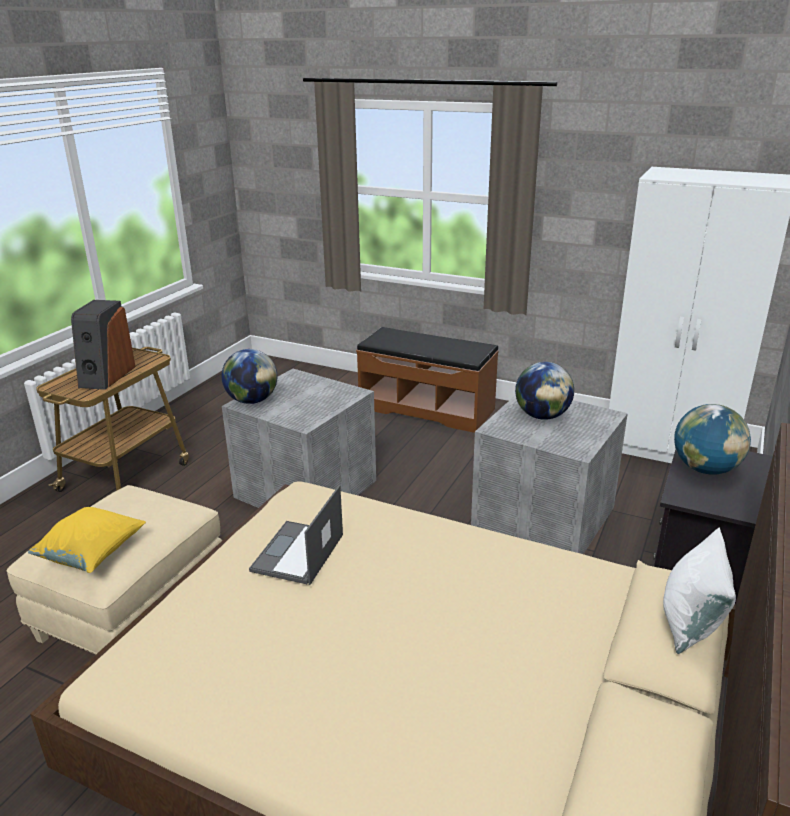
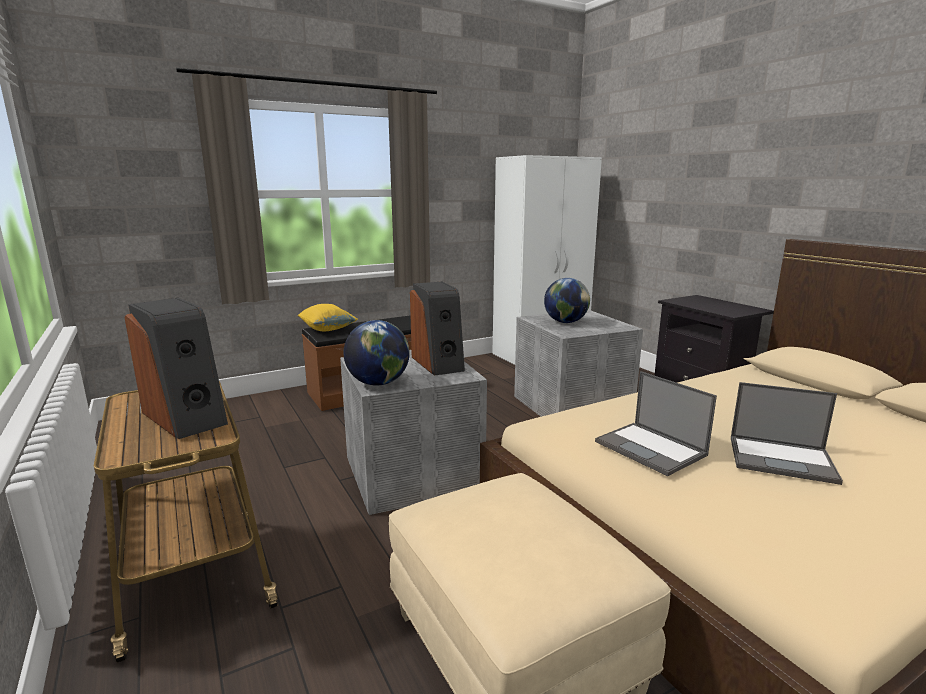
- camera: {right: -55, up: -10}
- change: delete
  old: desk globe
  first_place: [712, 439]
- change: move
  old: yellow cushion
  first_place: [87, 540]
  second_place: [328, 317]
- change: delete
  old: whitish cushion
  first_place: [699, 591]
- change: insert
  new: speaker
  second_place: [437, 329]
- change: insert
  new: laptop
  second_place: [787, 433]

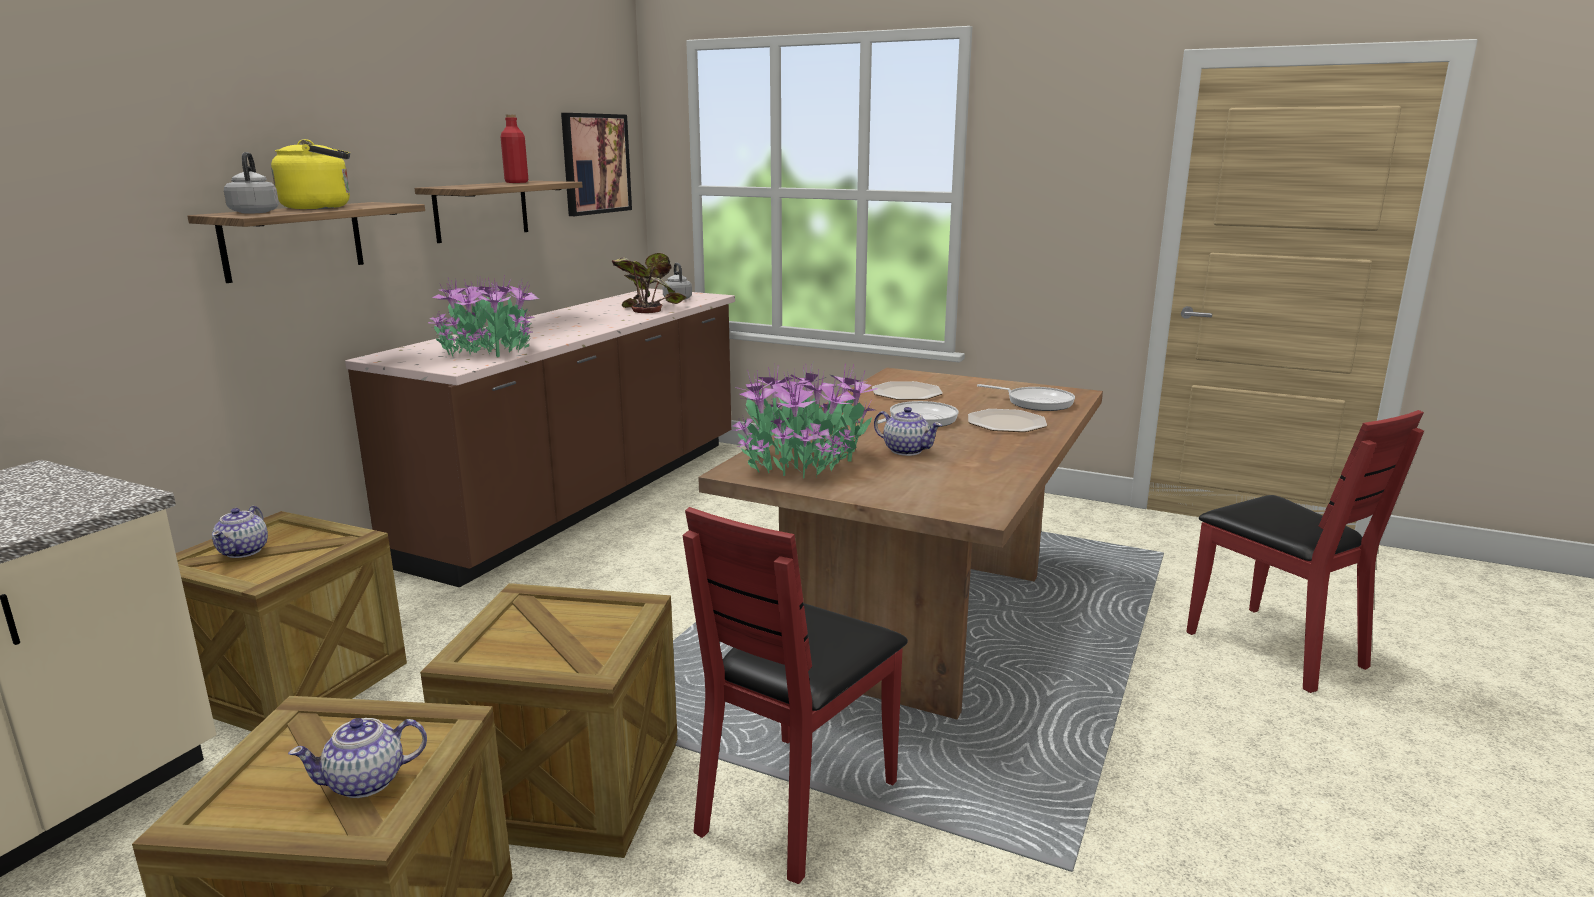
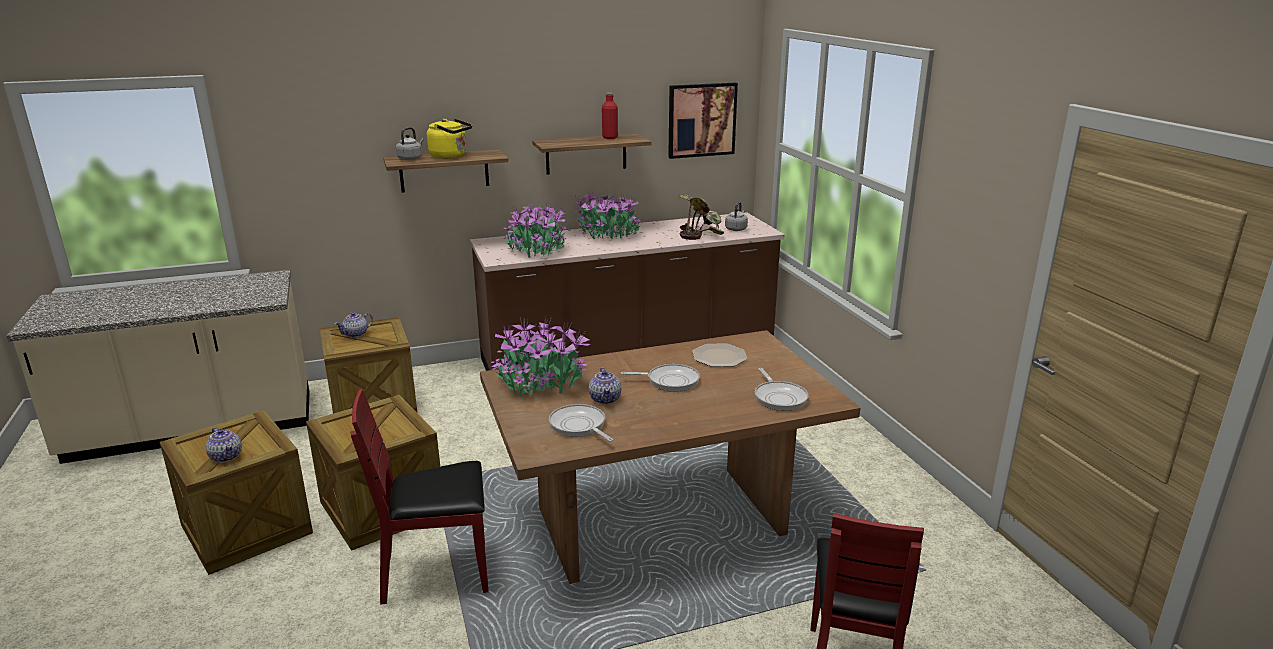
- camera: {right: 45, up: 5}
- change: delete
  old: plate
  first_place: [1007, 420]
- change: rotate
  old: teapot
  first_place: [357, 758]
  second_place: [224, 445]
  degrees: -150
- change: insert
  new: potted plant
  second_place: [607, 215]
- change: insert
  new: pan
  second_place: [581, 423]

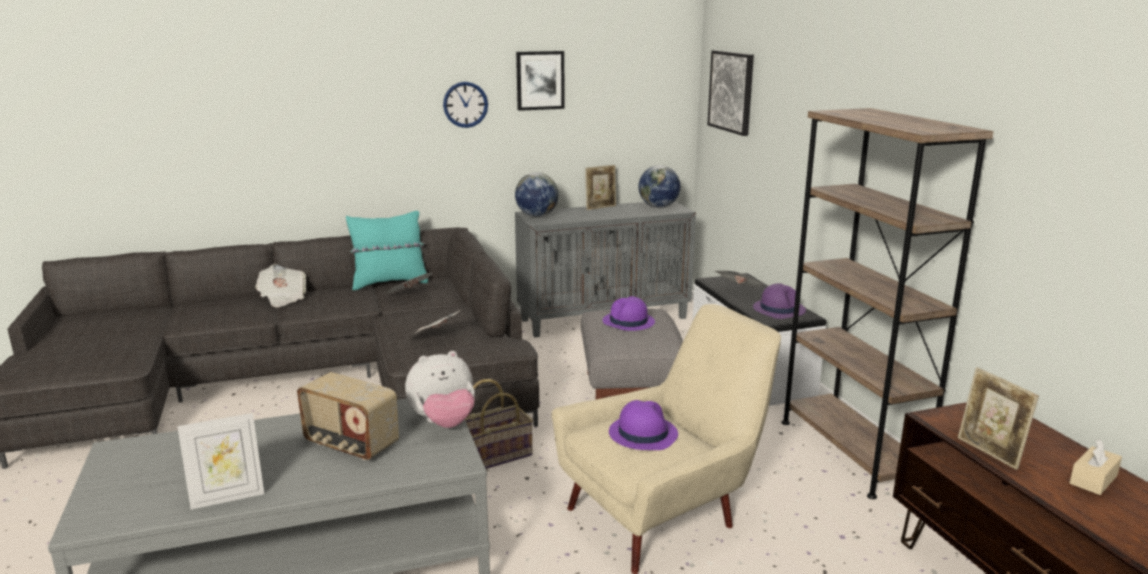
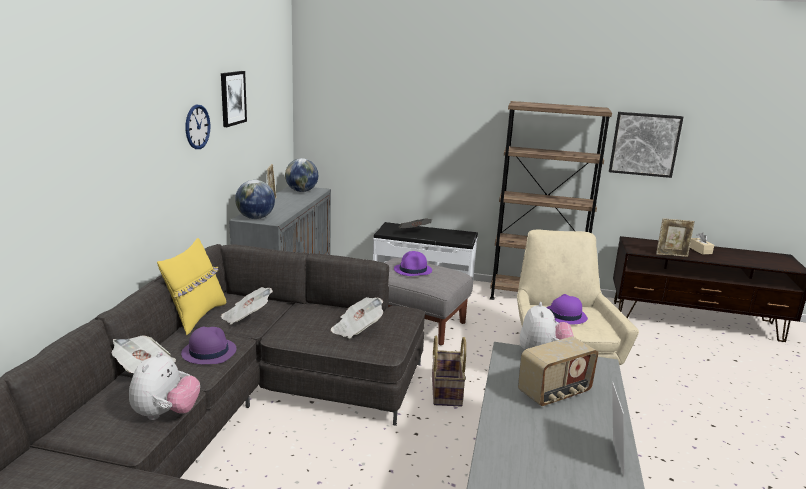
- camera: {right: -60, up: 0}
- change: move
  old: wall art
  first_place: [730, 93]
  second_place: [646, 145]
- change: recolor
  old: blue-green cushion
  new: yellow cushion
  first_place: [387, 250]
  second_place: [191, 286]
- change: move
  old: purple-coloured clothing hat
  first_place: [779, 301]
  second_place: [209, 345]
- change: insert
  new: soft toy
  second_place: [164, 385]

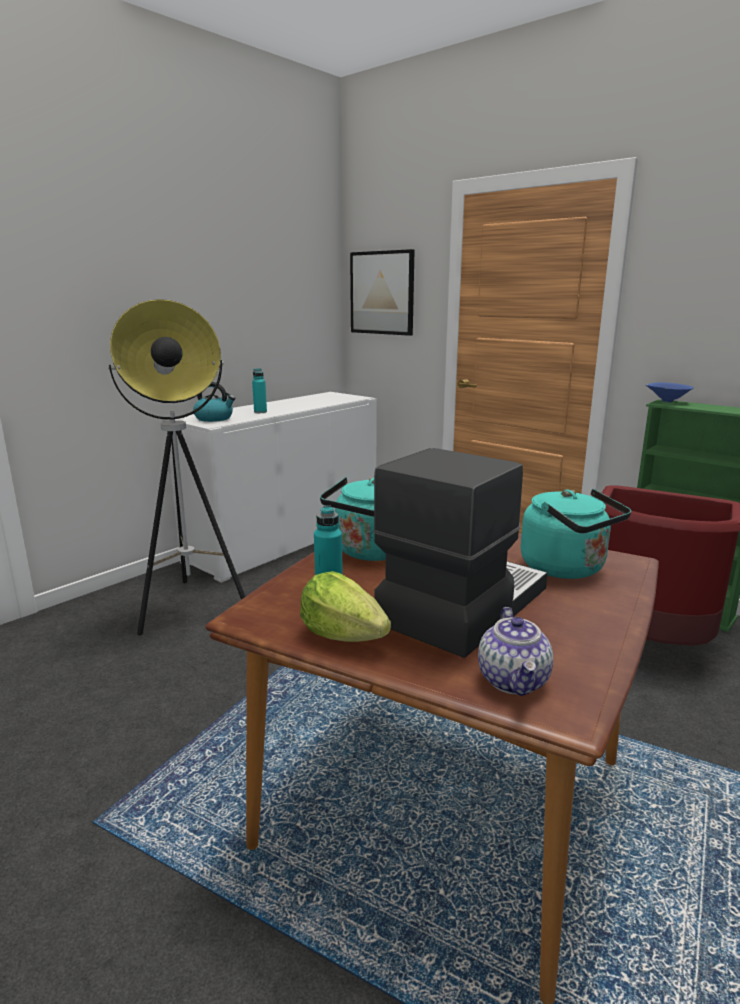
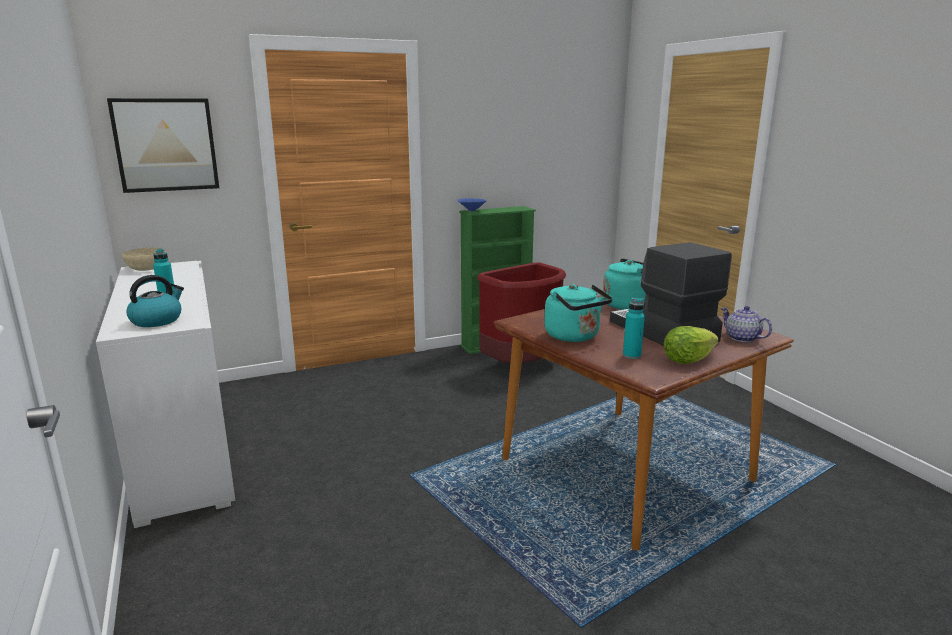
- camera: {right: -65, up: 0}
- change: delete
  old: floor lamp
  first_place: [177, 467]
- change: rotate
  old: teapot
  first_place: [515, 651]
  second_place: [746, 324]
  degrees: -150
- change: insert
  new: beige deep dish
  second_place: [143, 259]

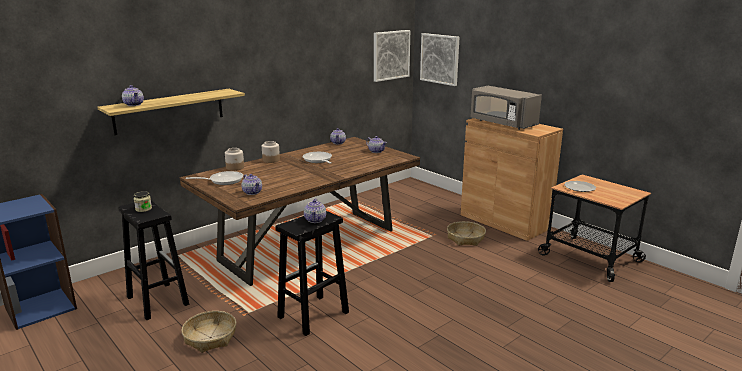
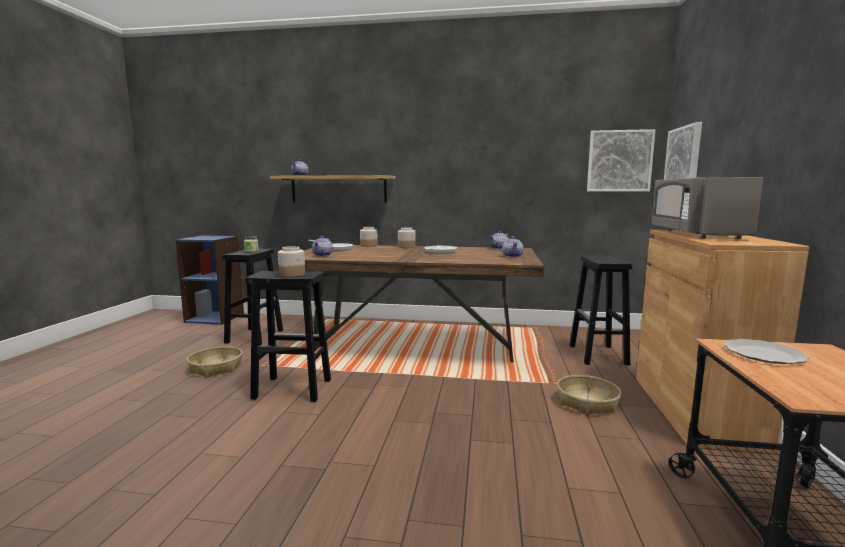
- camera: {right: 50, up: -10}
- change: replace
  old: teapot
  new: storage jar
  first_place: [315, 211]
  second_place: [291, 261]
- change: insert
  new: blackish stool
  second_place: [601, 310]

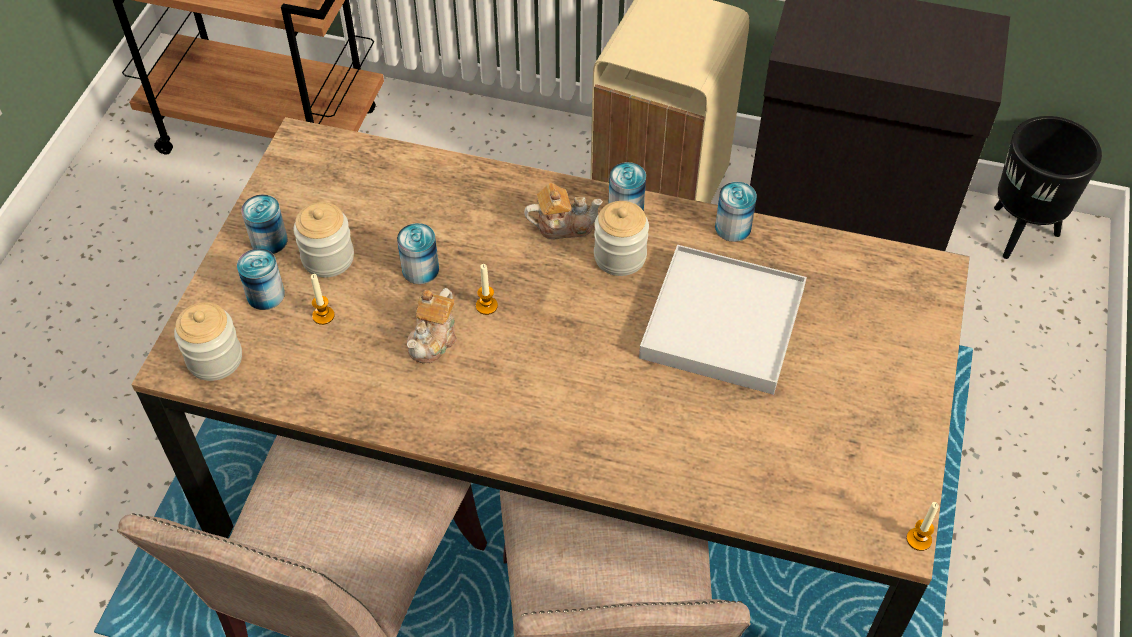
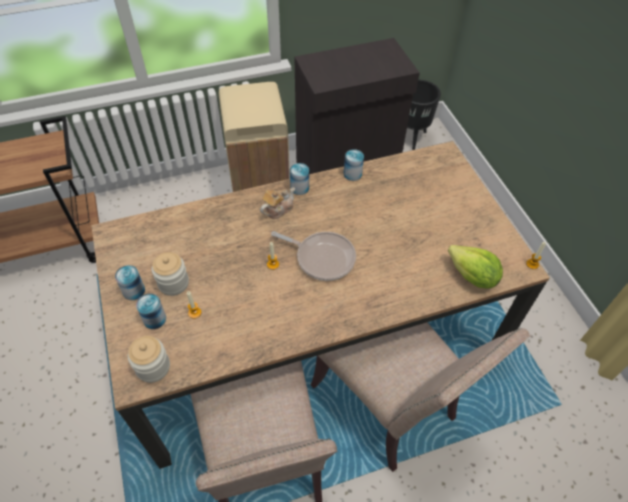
- camera: {right: -35, up: 0}
- change: delete
  old: storage jar
  first_place: [621, 238]
- change: delete
  old: sealed can
  first_place: [418, 253]
- change: delete
  old: whitish tray
  first_place: [723, 320]
- change: delete
  old: teapot
  first_place: [432, 325]
- change: insert
  new: pan
  second_place: [313, 256]
- change: insert
  new: head of lettuce
  second_place: [475, 267]

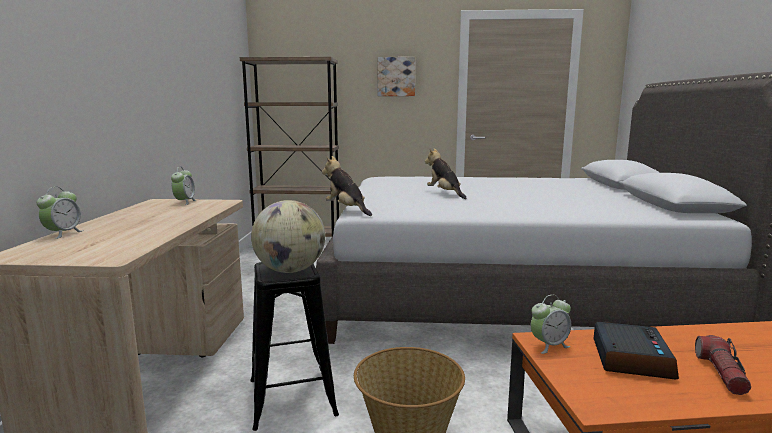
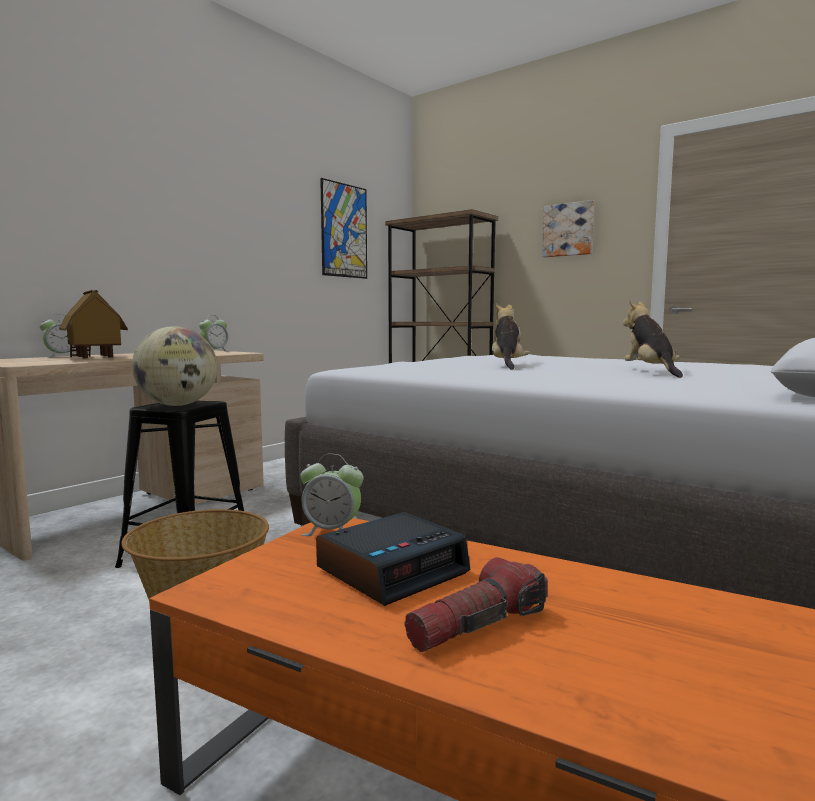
- camera: {right: 35, up: -5}
- change: move
  old: soft toy
  first_place: [347, 186]
  second_place: [653, 338]
- change: insert
  new: wall art
  second_place: [343, 228]
- change: insert
  new: toy house
  second_place: [93, 324]

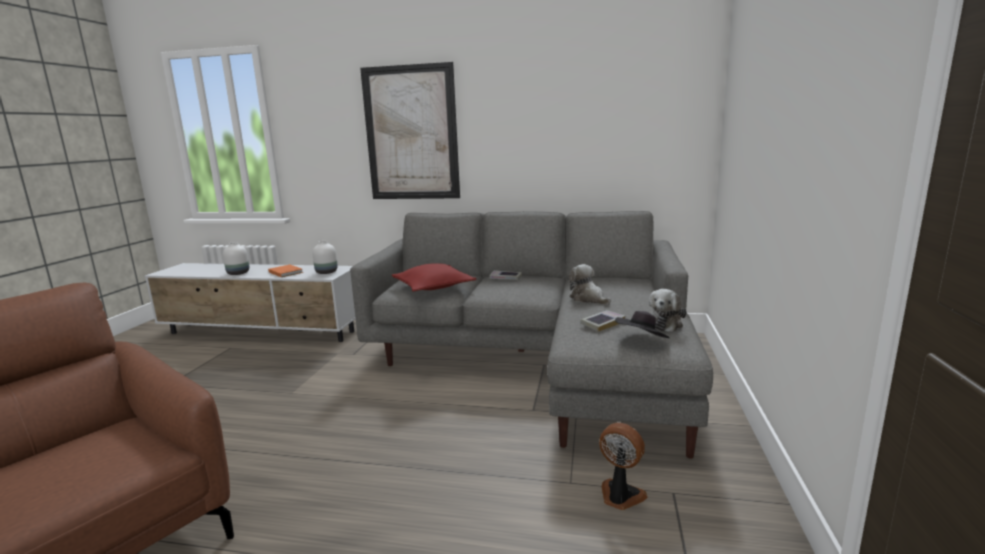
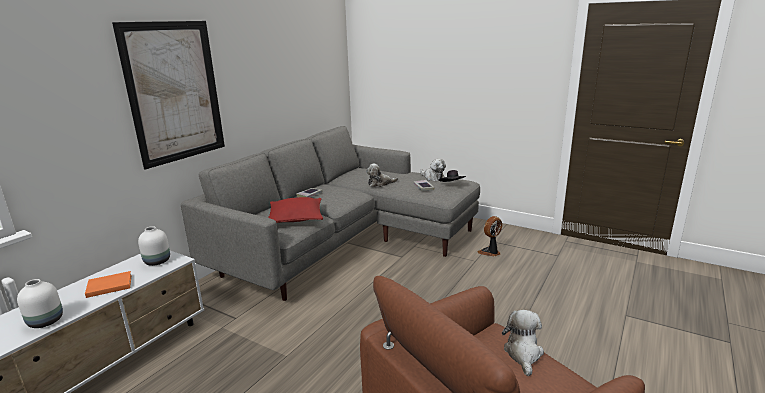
- camera: {right: -70, up: 5}
- change: insert
  new: soft toy
  second_place: [523, 343]

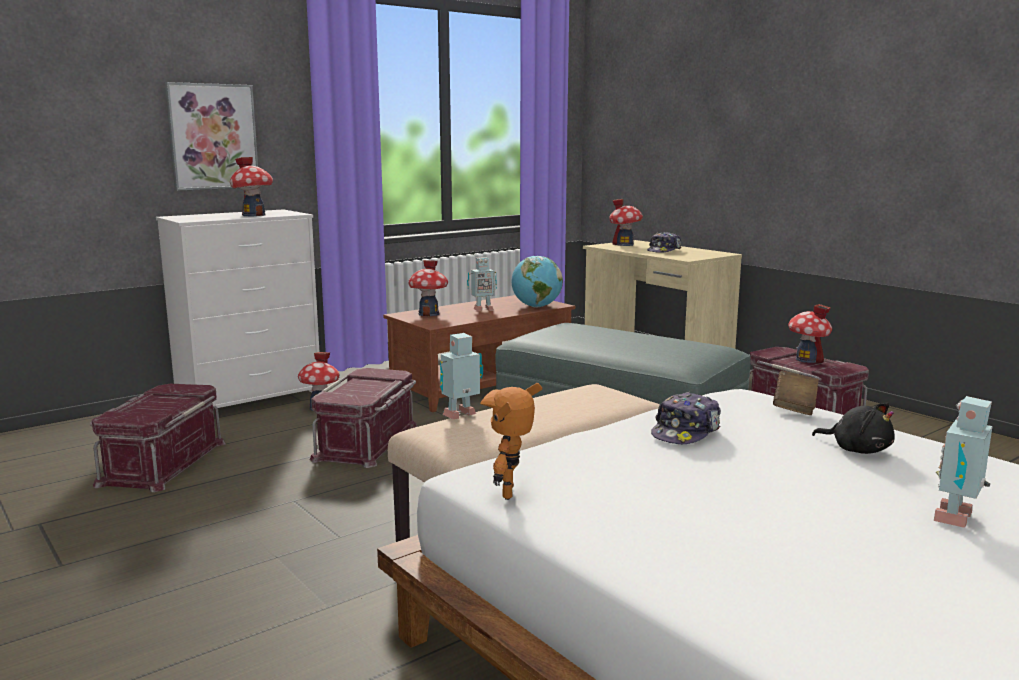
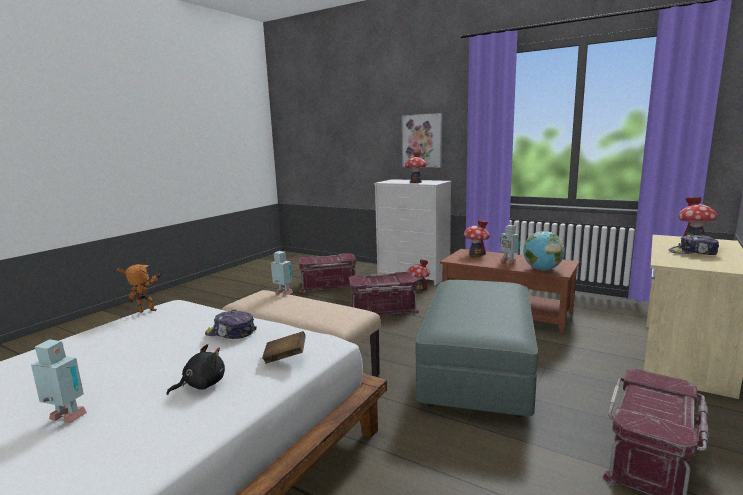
- camera: {right: 70, up: 0}
- change: delete
  old: toy house
  first_place: [810, 333]
- change: rotate
  old: blackish soft toy
  first_place: [853, 428]
  second_place: [196, 369]
  degrees: -150

